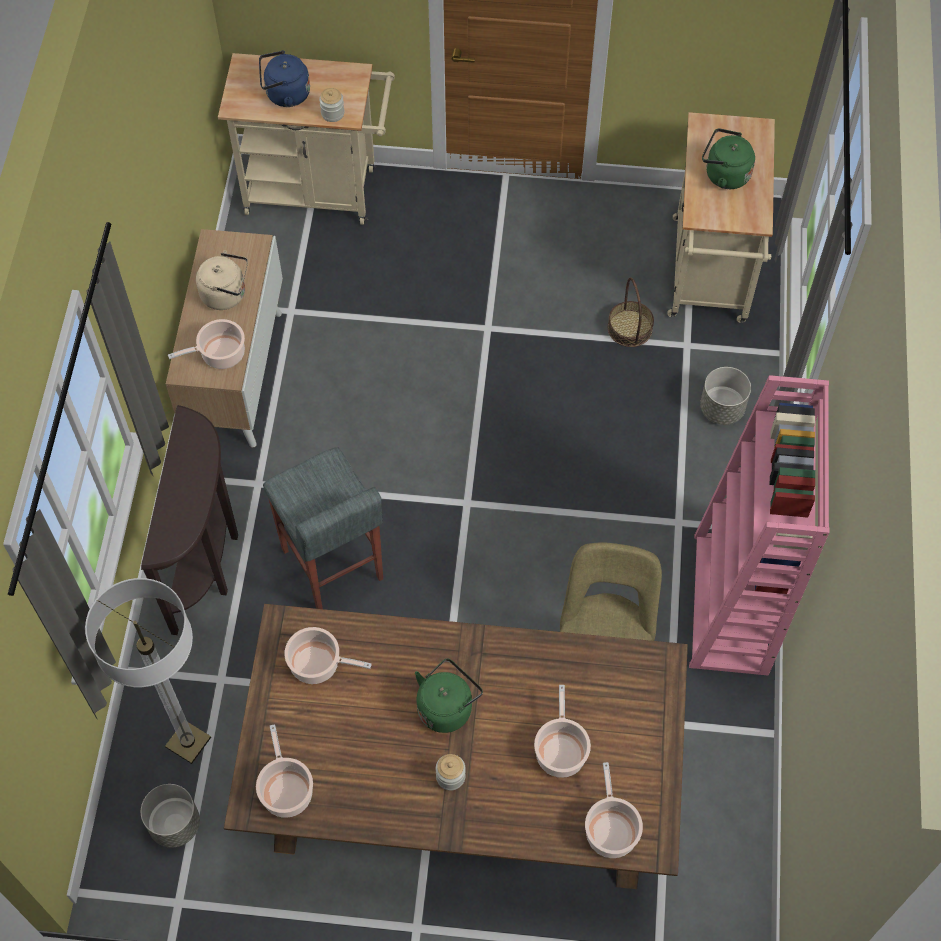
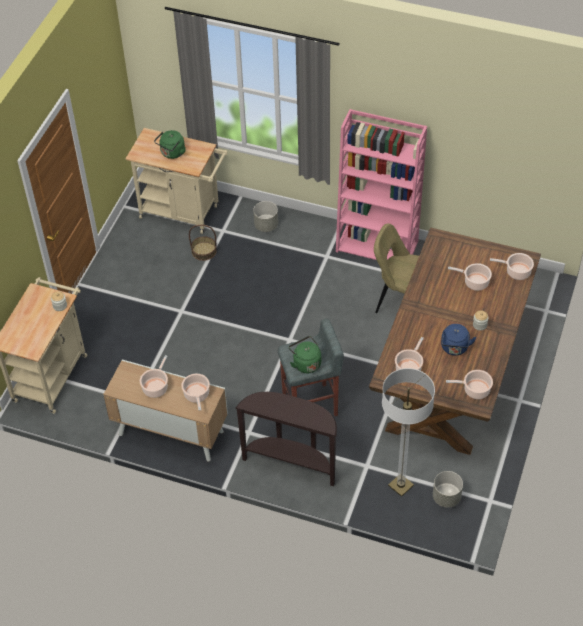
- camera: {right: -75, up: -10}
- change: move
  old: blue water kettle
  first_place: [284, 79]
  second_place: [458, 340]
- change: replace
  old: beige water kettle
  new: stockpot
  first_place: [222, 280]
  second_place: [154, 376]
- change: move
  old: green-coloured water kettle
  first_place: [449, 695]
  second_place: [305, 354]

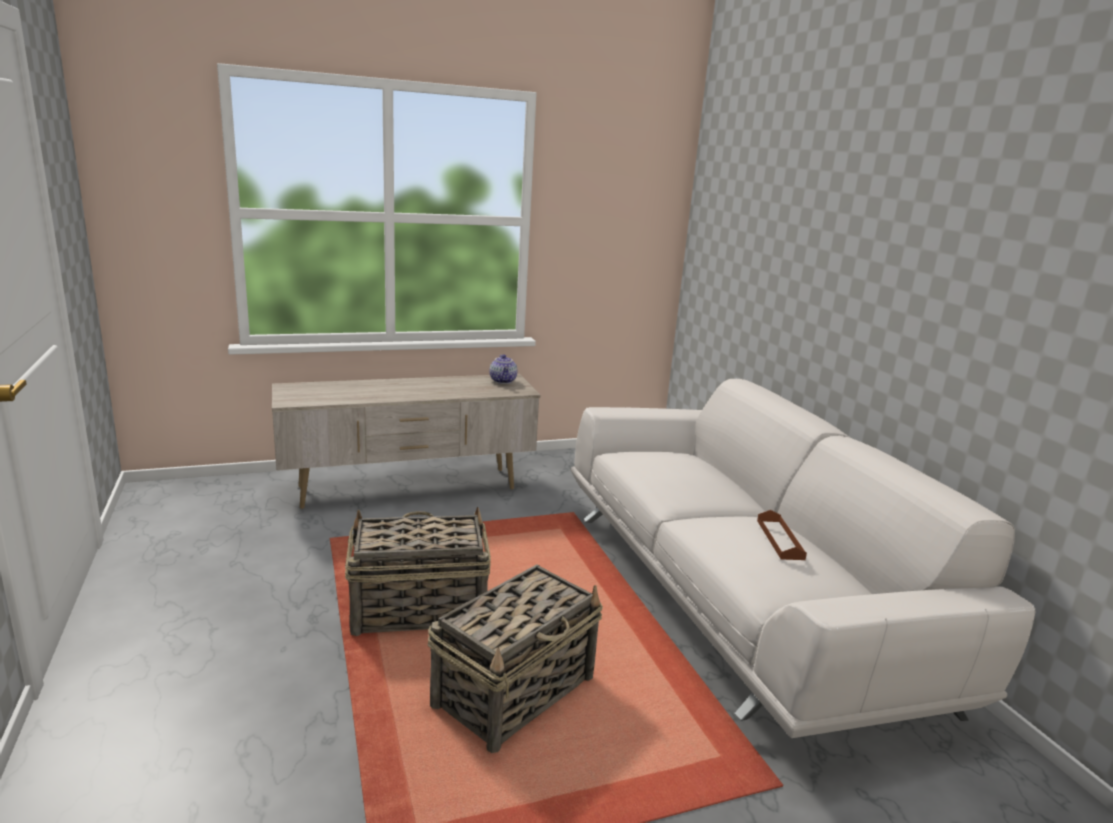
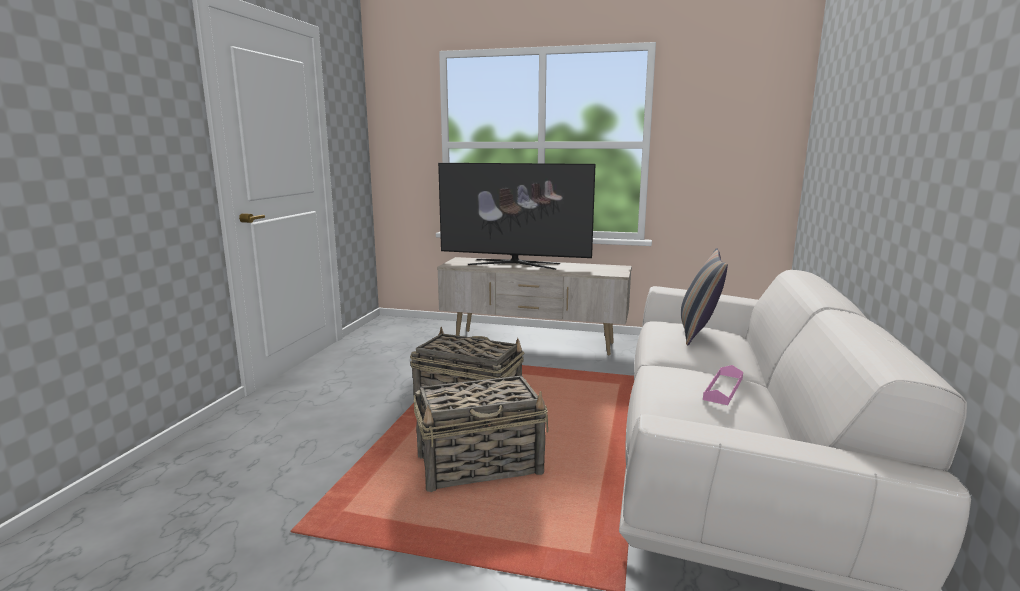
- camera: {right: 35, up: -5}
- change: delete
  old: teapot
  first_place: [503, 369]
- change: recolor
  old: brown-coloured tray
  new: pink-coloured tray
  first_place: [782, 535]
  second_place: [723, 385]
- change: insert
  new: television
  second_place: [516, 216]
- change: insert
  new: cushion
  second_place: [704, 296]

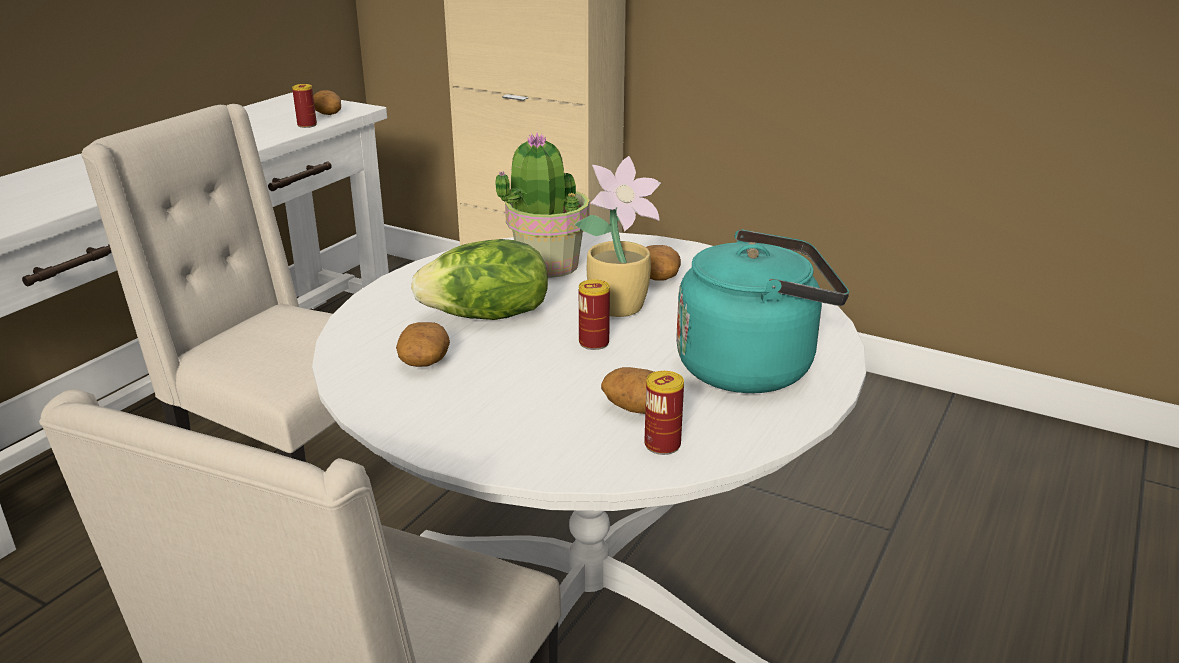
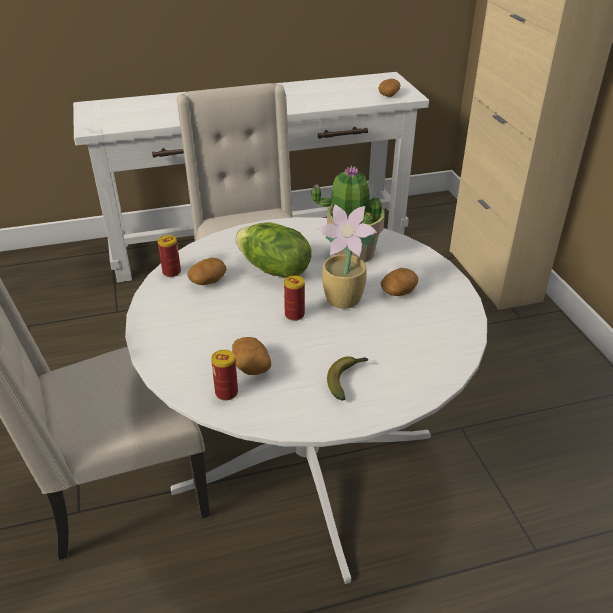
- camera: {right: 45, up: 10}
- change: move
  old: sealed can
  first_place: [304, 106]
  second_place: [169, 256]
- change: replace
  old: blue-green water kettle
  new: banana
  first_place: [762, 311]
  second_place: [347, 378]

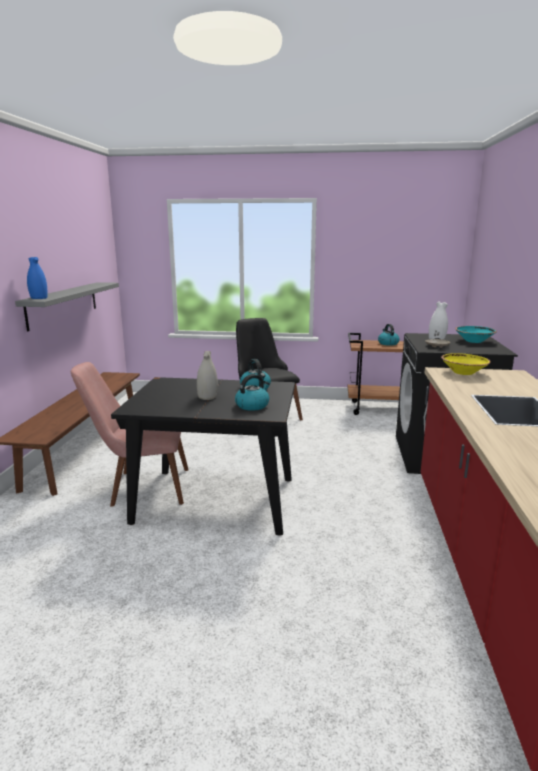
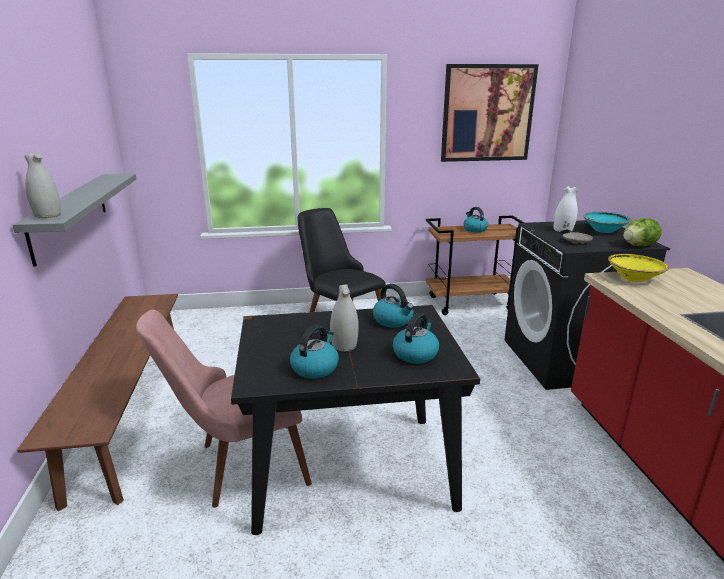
- camera: {right: -15, up: 5}
- change: recolor
  old: blue decorative vase
  new: whitish decorative vase
  first_place: [37, 278]
  second_place: [42, 185]
- change: insert
  new: wall art
  second_place: [490, 113]
- change: insert
  new: head of lettuce
  second_place: [642, 232]
- change: insert
  new: water kettle
  second_place: [314, 352]

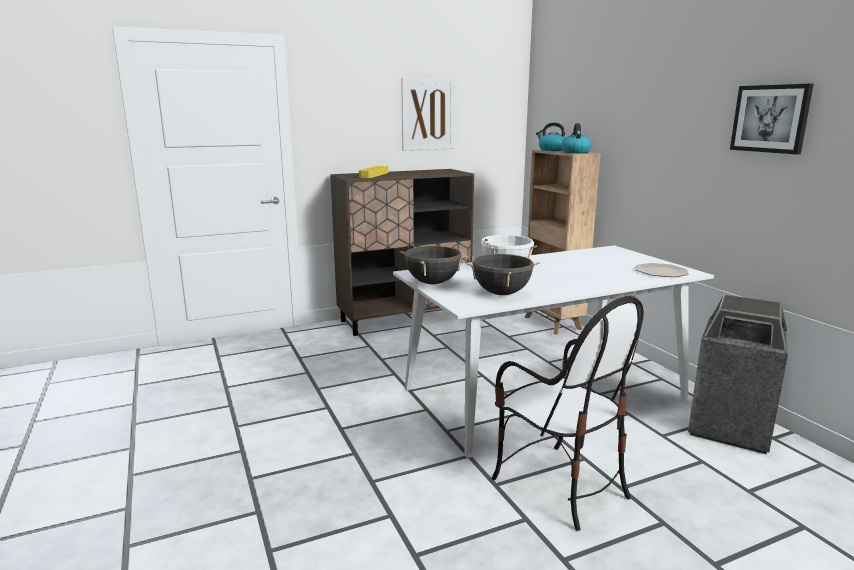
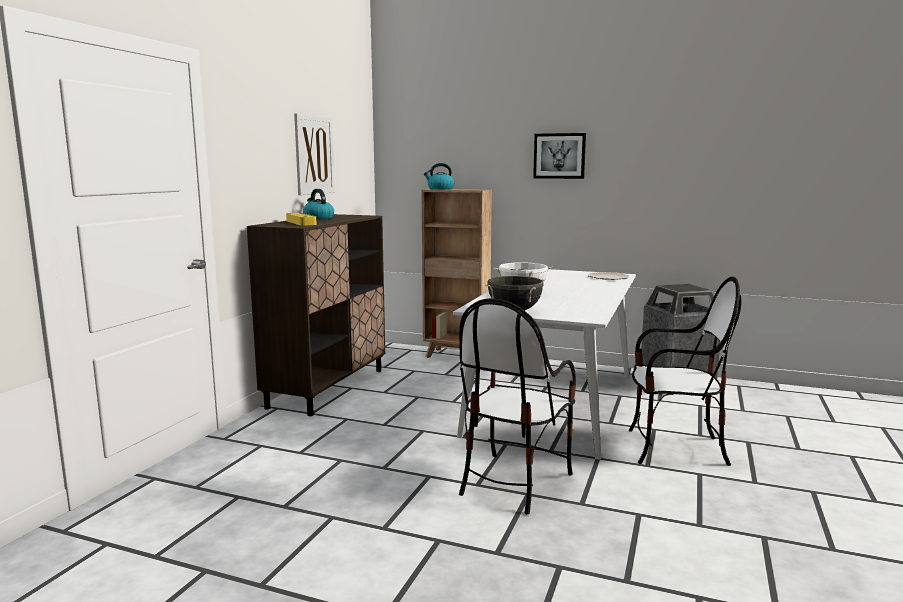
- camera: {right: -45, up: -5}
- change: move
  old: wall art
  first_place: [772, 119]
  second_place: [559, 156]
- change: move
  old: water kettle
  first_place: [576, 138]
  second_place: [318, 204]
- change: delete
  old: blackish stockpot
  first_place: [503, 274]
- change: insert
  new: chair
  second_place: [517, 406]

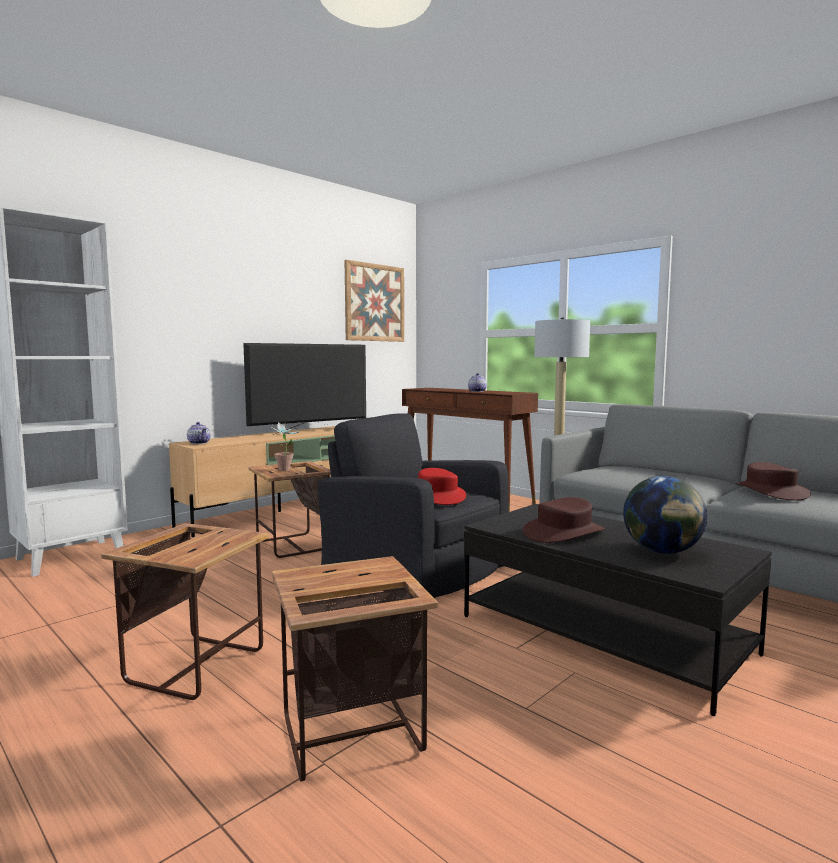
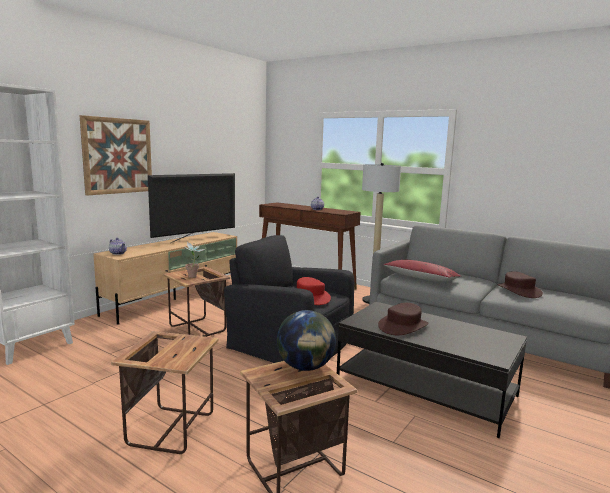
- camera: {right: -10, up: 5}
- change: move
  old: wall art
  first_place: [374, 301]
  second_place: [115, 155]
- change: move
  old: desk globe
  first_place: [665, 515]
  second_place: [306, 340]
- change: insert
  new: red-coloured cushion
  second_place: [422, 271]

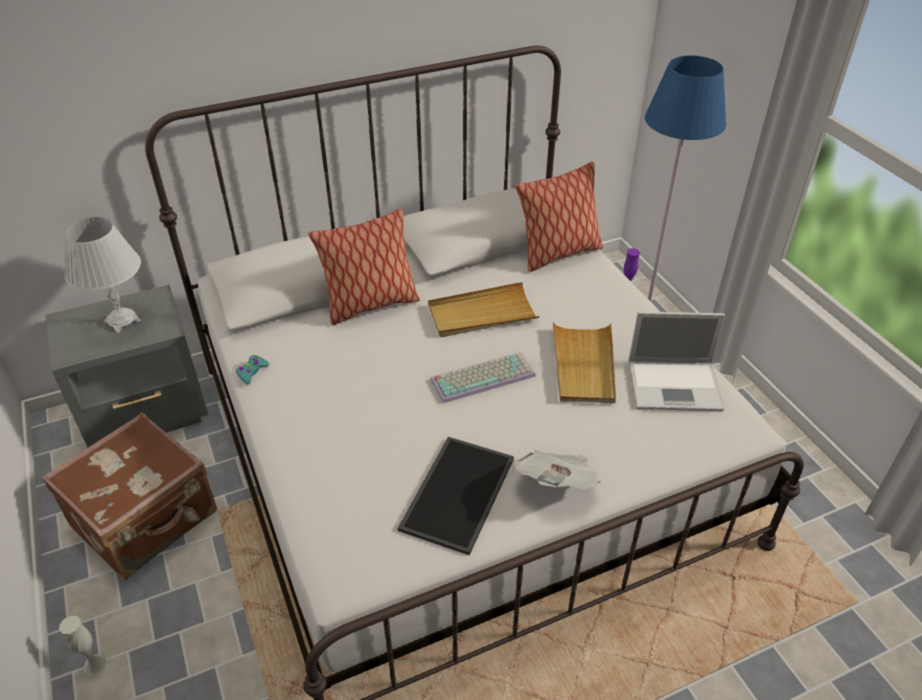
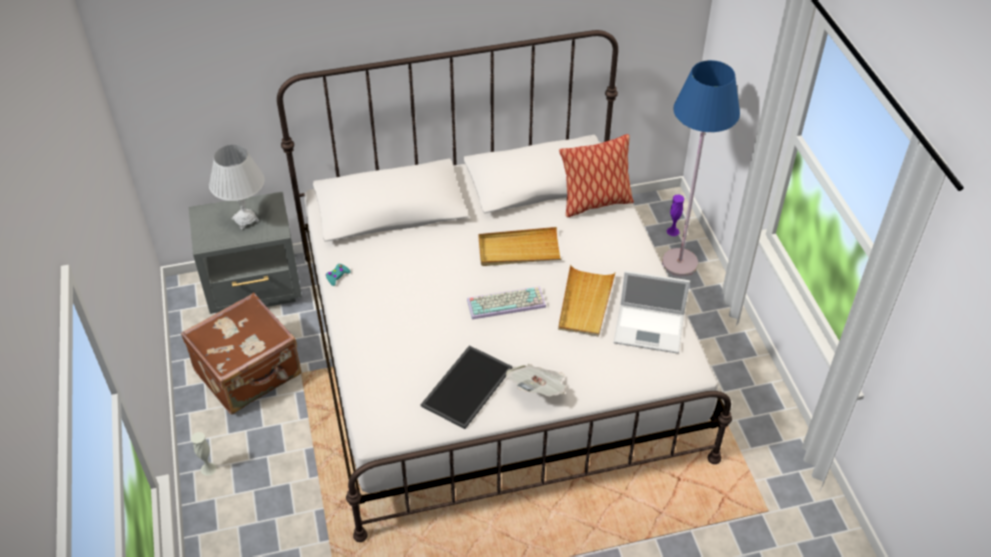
- camera: {right: 10, up: 5}
- change: delete
  old: cushion
  first_place: [364, 267]

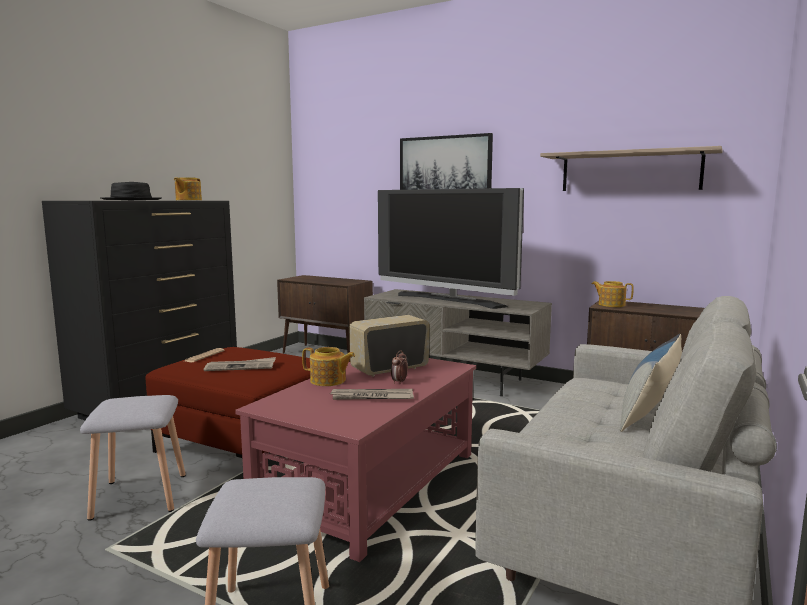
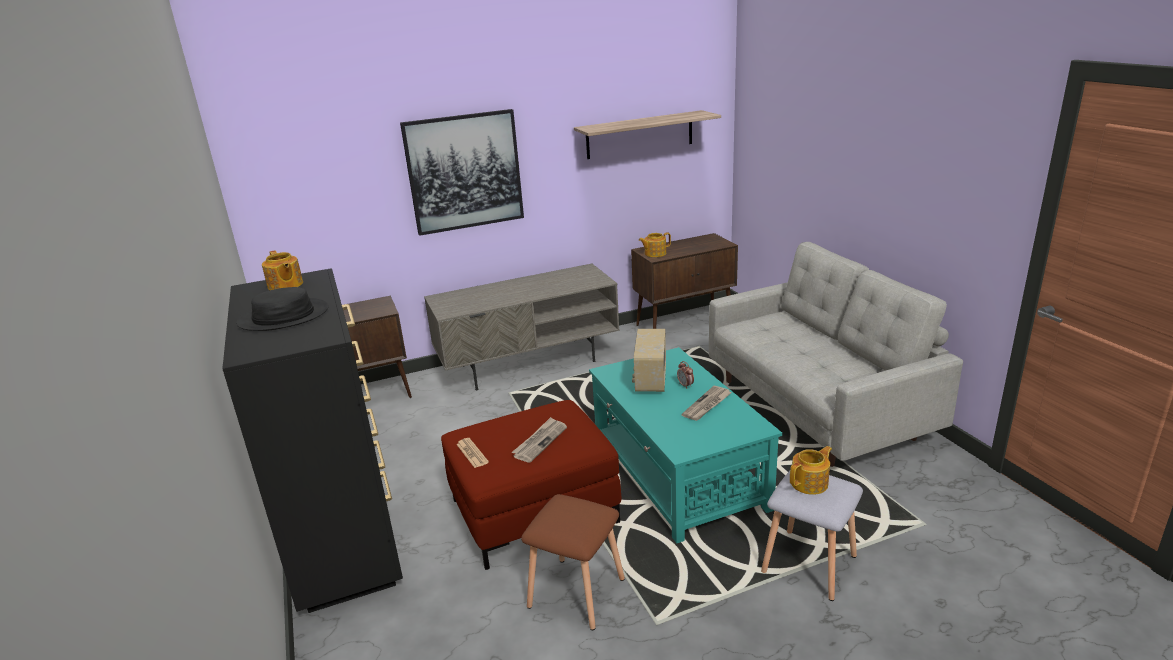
- camera: {right: -50, up: 15}
- change: delete
  old: television
  first_place: [451, 248]
- change: delete
  old: cushion
  first_place: [651, 383]
- change: move
  old: teapot
  first_place: [328, 366]
  second_place: [811, 470]
- change: recolor
  old: red-coloured lounge table
  new: blue-green lounge table
  first_place: [355, 460]
  second_place: [685, 445]
- change: recolor
  old: grey stool
  new: brown-coloured stool
  first_place: [133, 458]
  second_place: [573, 562]

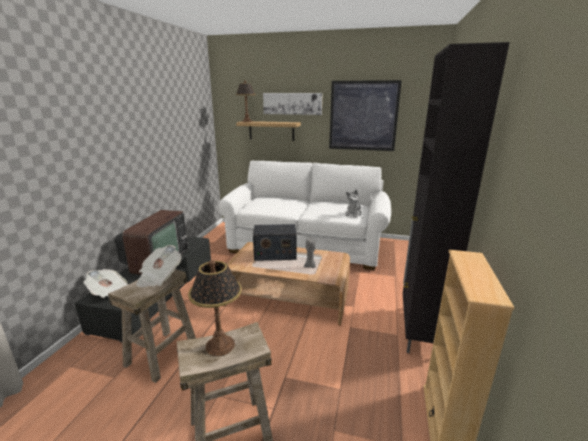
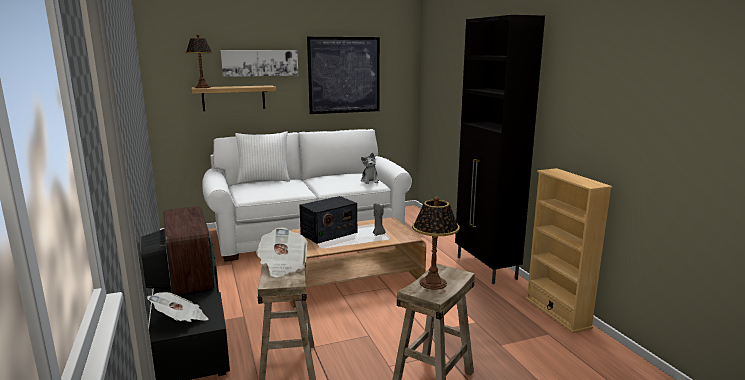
- camera: {right: -35, up: -5}
- change: insert
  new: whitish cushion
  second_place: [262, 157]

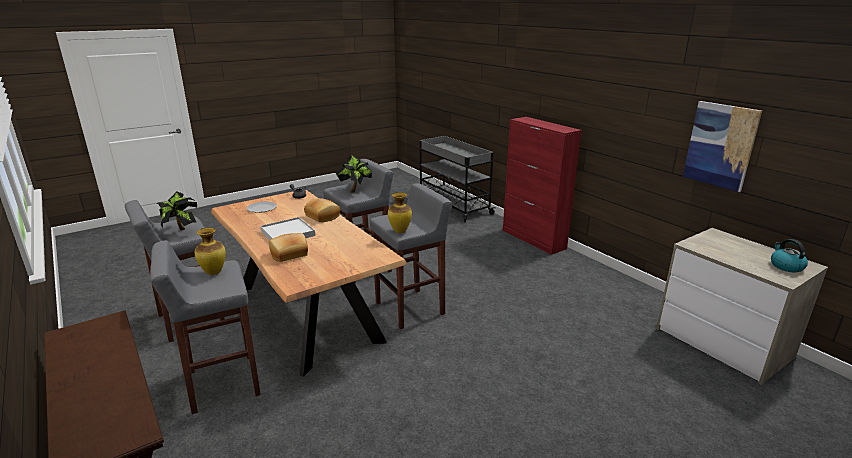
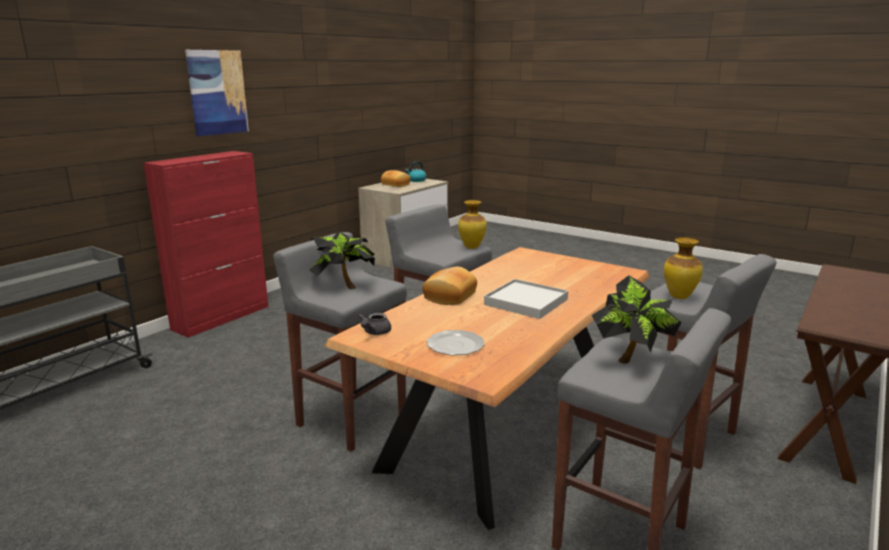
- camera: {right: -110, up: -5}
- change: move
  old: wall art
  first_place: [722, 146]
  second_place: [217, 93]
- change: move
  old: bakery bread
  first_place: [288, 247]
  second_place: [395, 178]

